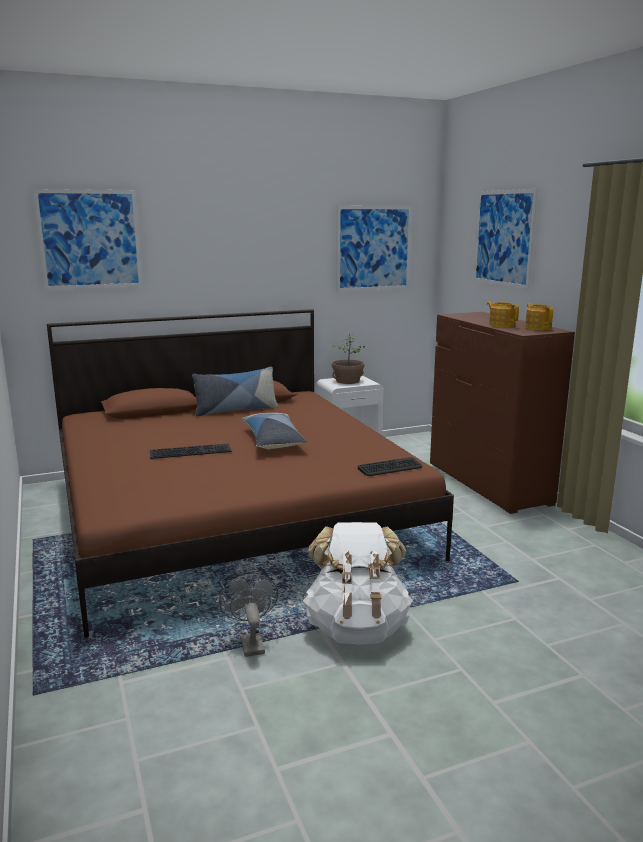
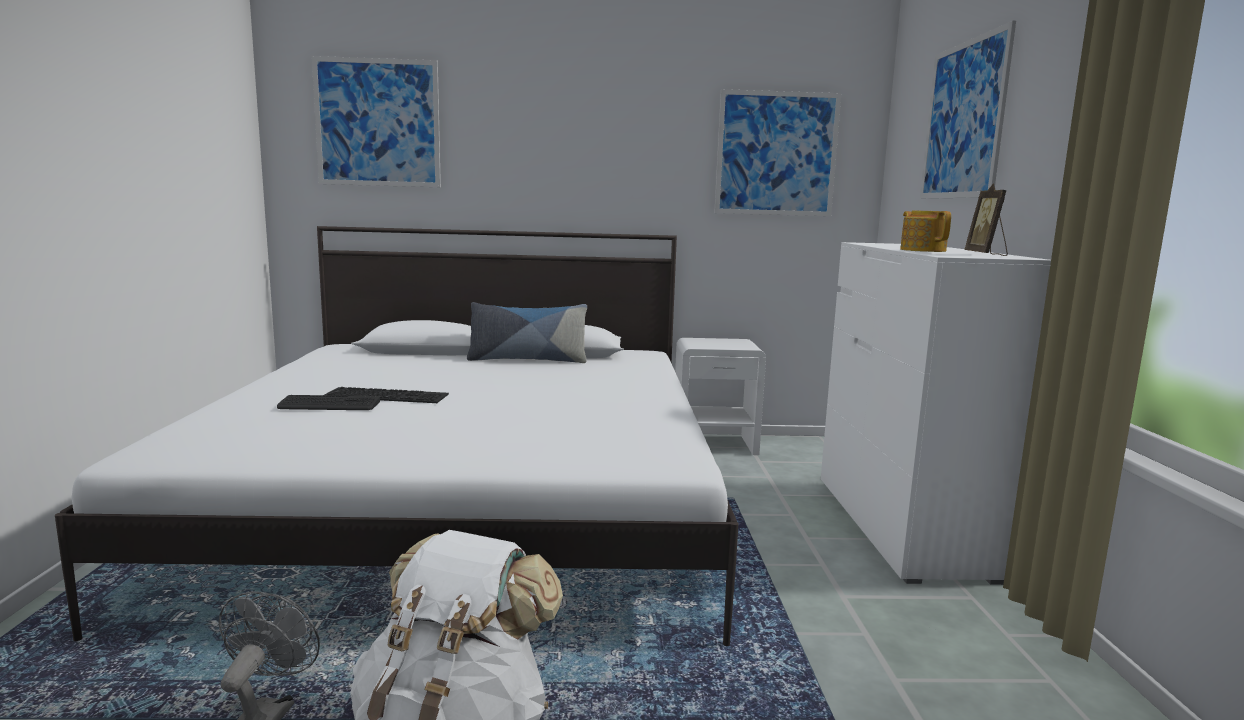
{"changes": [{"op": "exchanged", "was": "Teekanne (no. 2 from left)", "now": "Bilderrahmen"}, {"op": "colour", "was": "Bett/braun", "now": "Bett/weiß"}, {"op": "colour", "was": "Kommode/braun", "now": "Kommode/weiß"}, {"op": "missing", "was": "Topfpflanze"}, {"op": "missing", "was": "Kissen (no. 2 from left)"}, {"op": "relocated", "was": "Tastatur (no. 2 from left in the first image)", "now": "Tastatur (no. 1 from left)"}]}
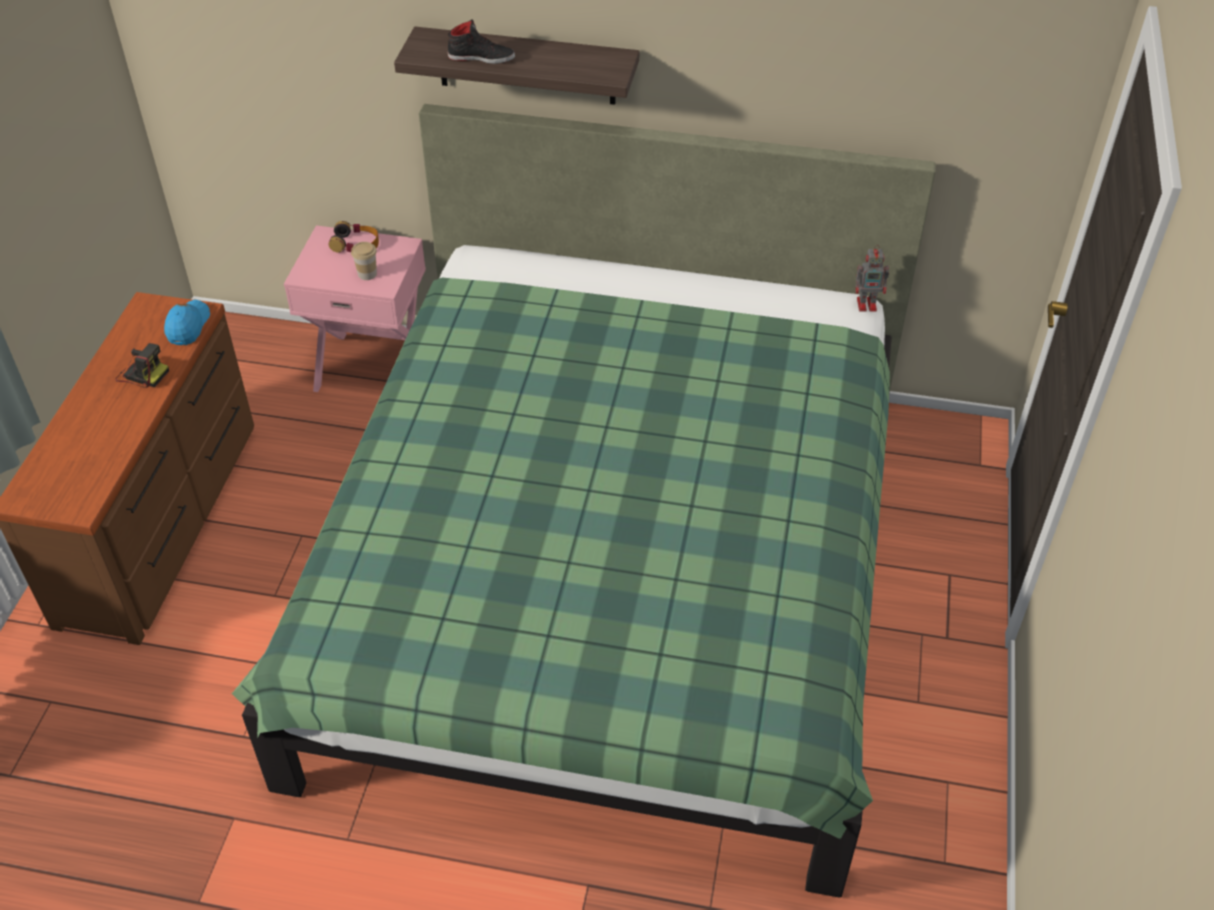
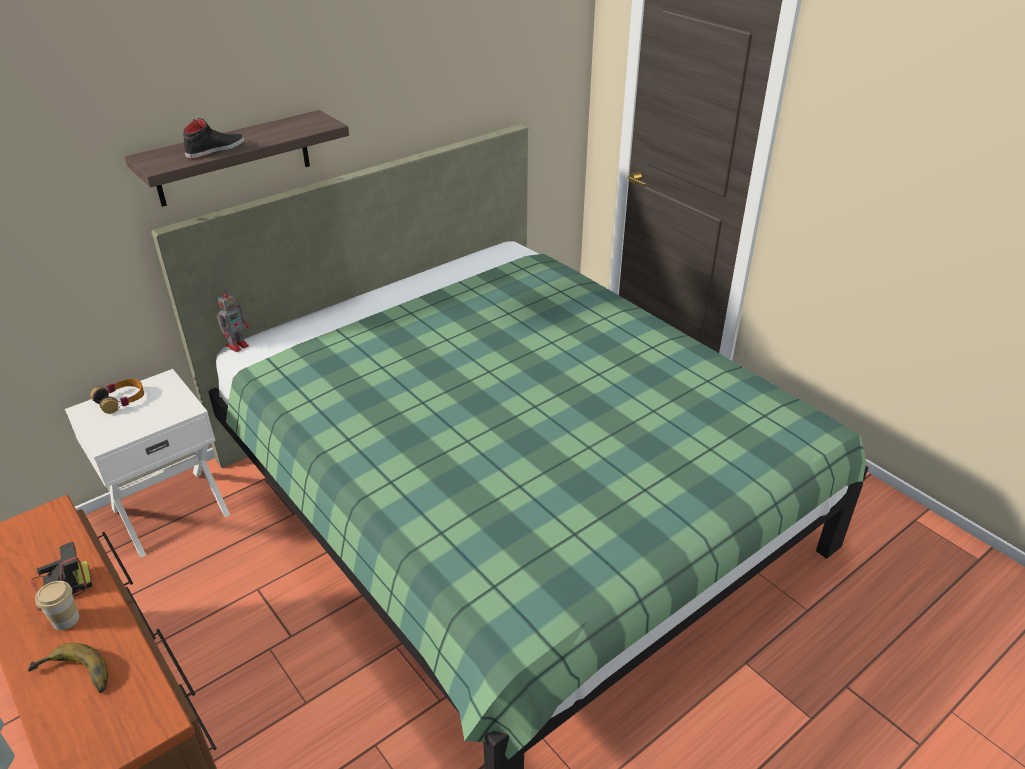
{"changes": [{"op": "colour", "was": "Nachttisch/rosa", "now": "Nachttisch/weiß"}, {"op": "relocated", "was": "Tasse"}, {"op": "relocated", "was": "Spielzeugroboter"}, {"op": "missing", "was": "Kappe/blau"}, {"op": "appeared", "now": "Banane"}]}
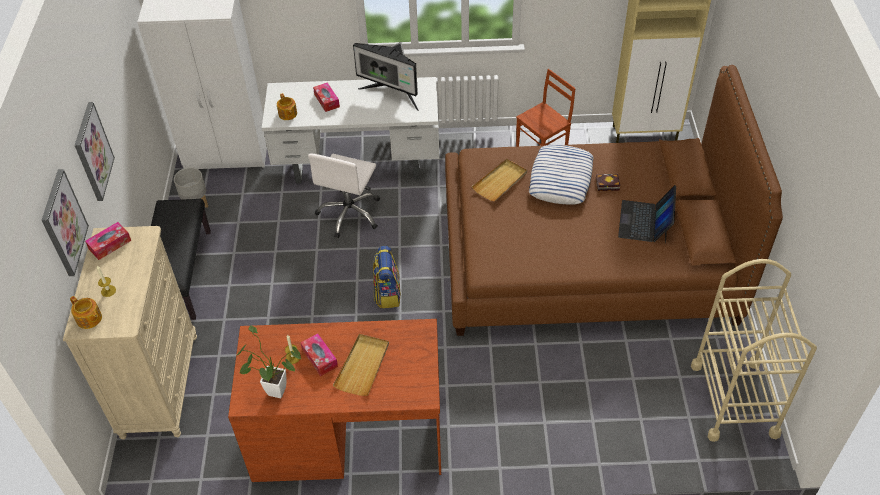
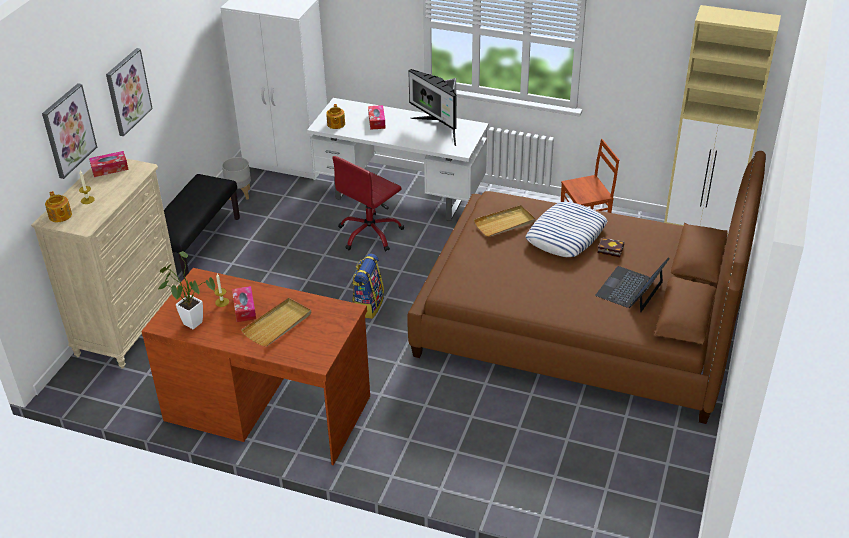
{"changes": [{"op": "colour", "was": "Bürostuhl/weiß", "now": "Bürostuhl/rot"}, {"op": "missing", "was": "Rollwagen/beige"}]}
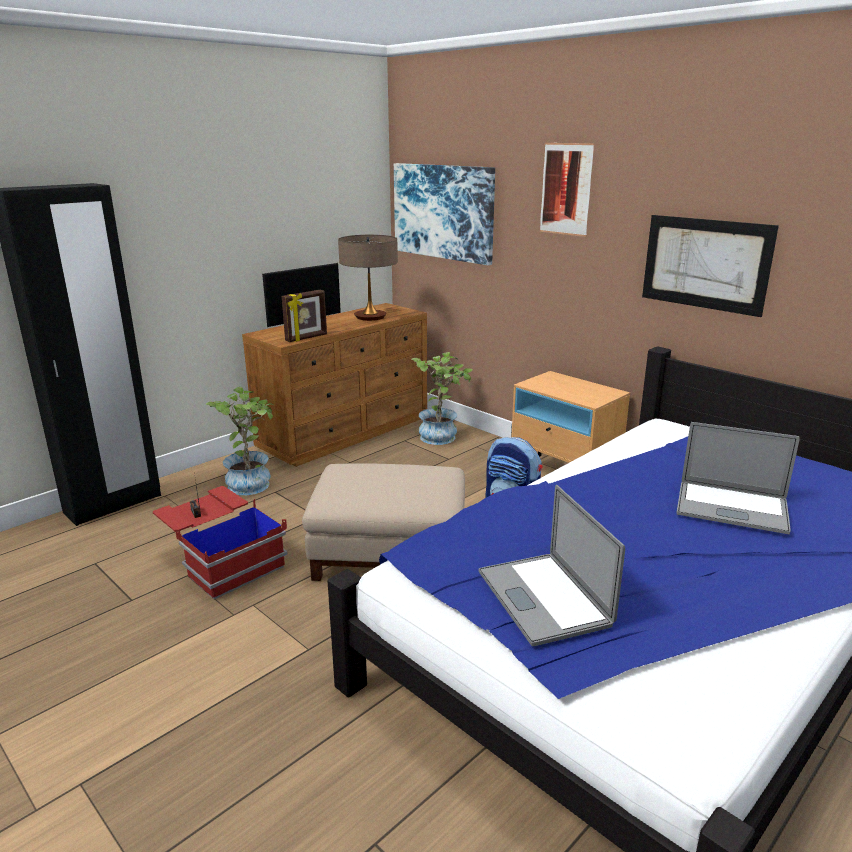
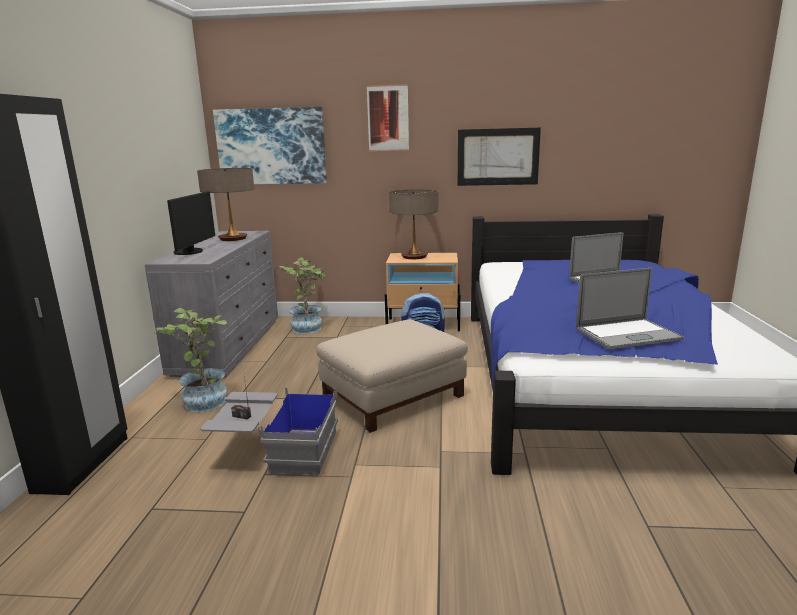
{"changes": [{"op": "missing", "was": "Bilderrahmen"}, {"op": "colour", "was": "Kommode/braun", "now": "Kommode/grau"}, {"op": "spun", "was": "Laptop (no. 1 from left in the first image)", "clockwise": -45}, {"op": "colour", "was": "Aufbewahrungsbox/rot", "now": "Aufbewahrungsbox/grau"}, {"op": "appeared", "now": "Tischlampe (no. 2 from left)"}]}
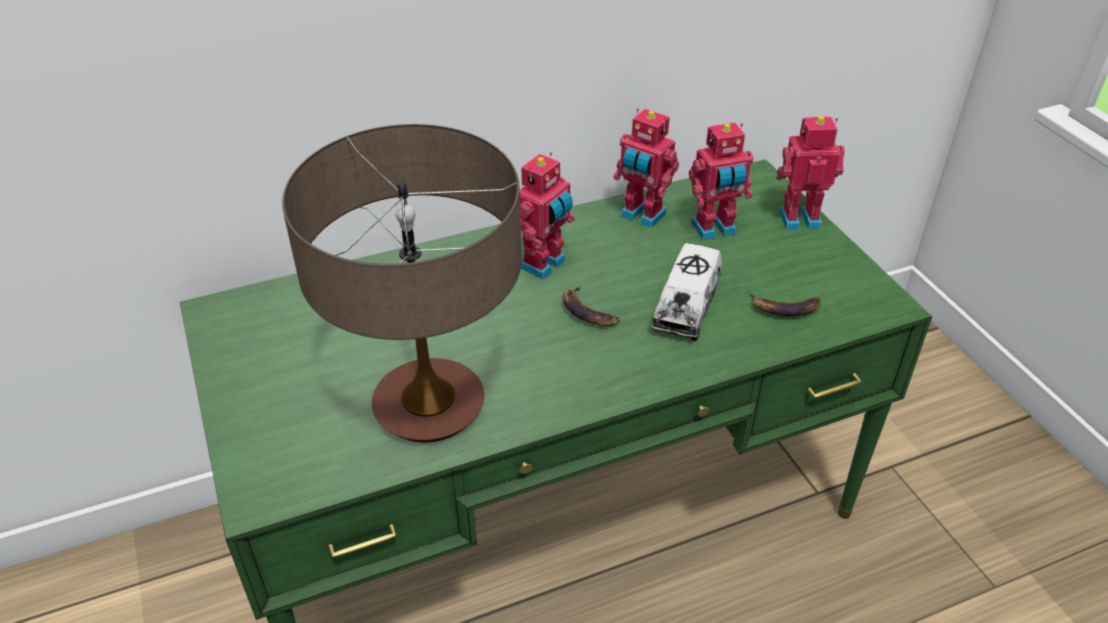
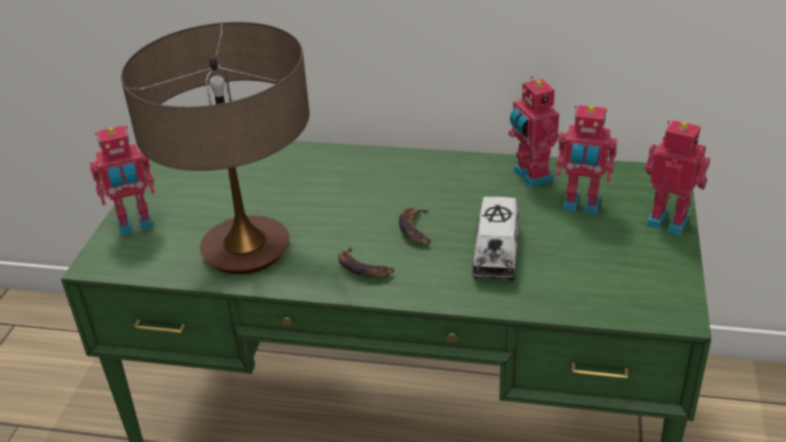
{"changes": [{"op": "relocated", "was": "Spielzeugroboter (no. 1 from left)"}, {"op": "spun", "was": "Spielzeuglaster", "clockwise": -45}, {"op": "relocated", "was": "Banane (no. 2 from left in the first image)", "now": "Banane (no. 1 from left)"}]}
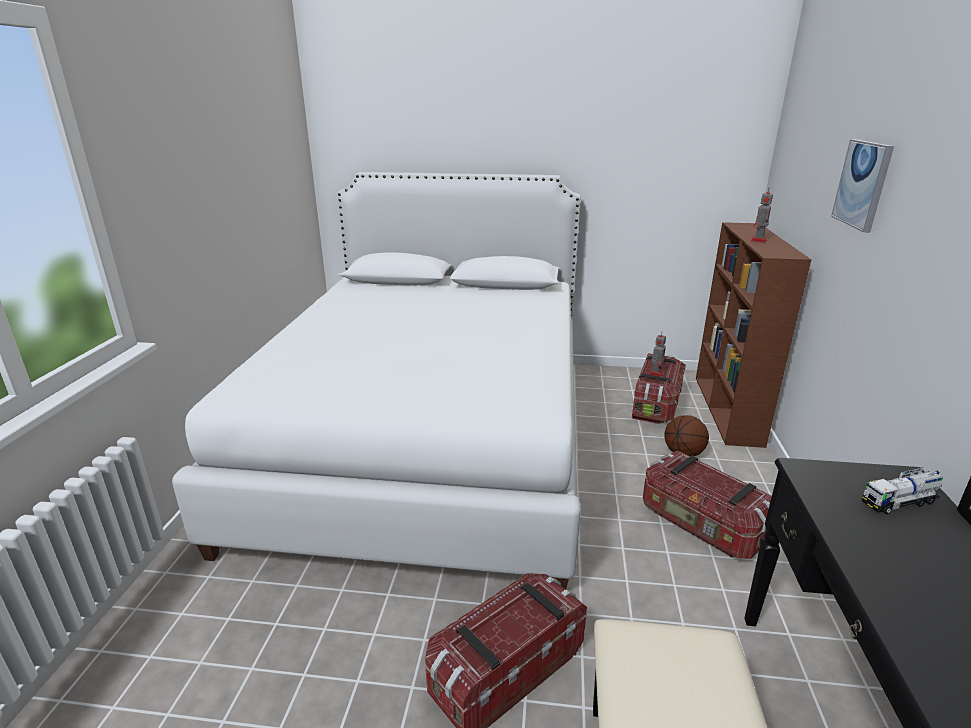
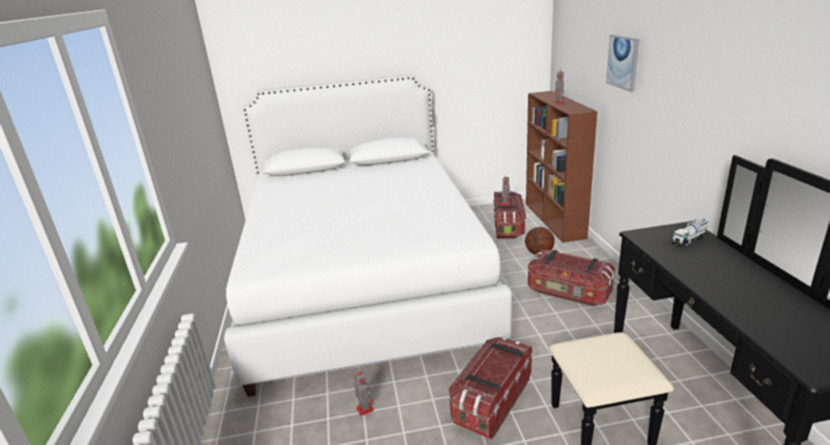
{"changes": [{"op": "appeared", "now": "Spielzeugroboter (no. 1 from left)"}]}
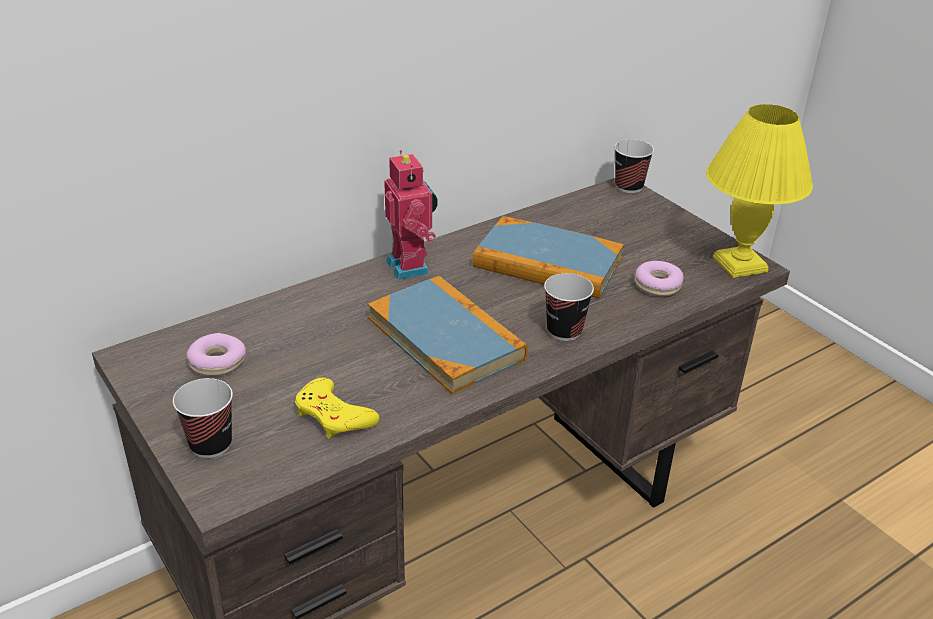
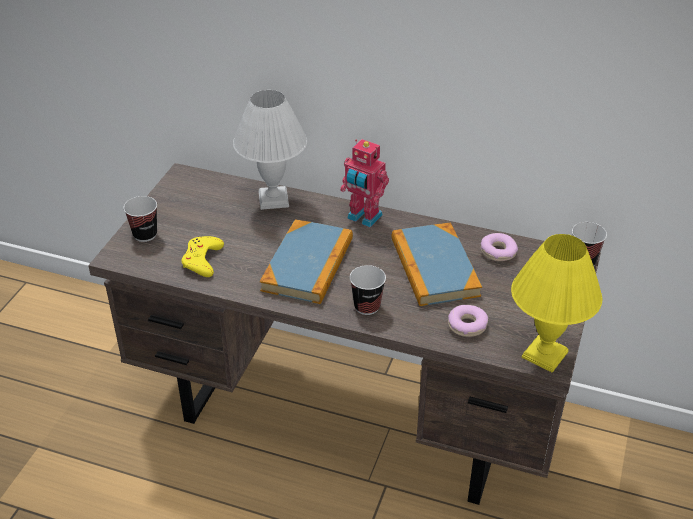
{"changes": [{"op": "spun", "was": "Spielzeugroboter", "clockwise": 90}, {"op": "relocated", "was": "Donut (no. 1 from left in the first image)", "now": "Donut (no. 2 from left)"}, {"op": "appeared", "now": "Tischlampe/weiß"}]}
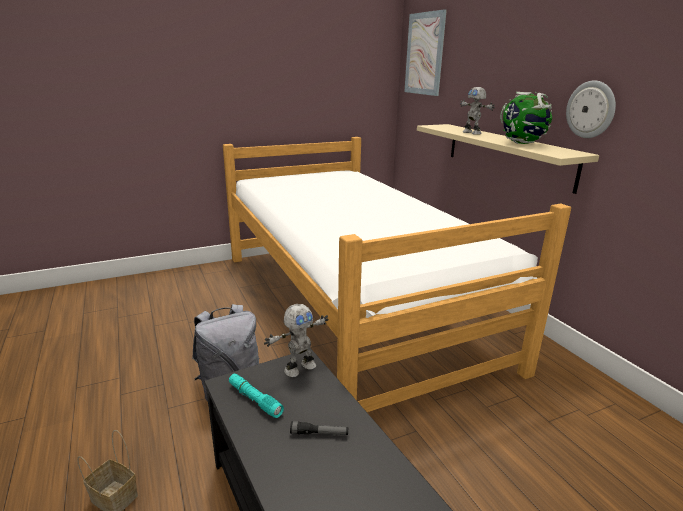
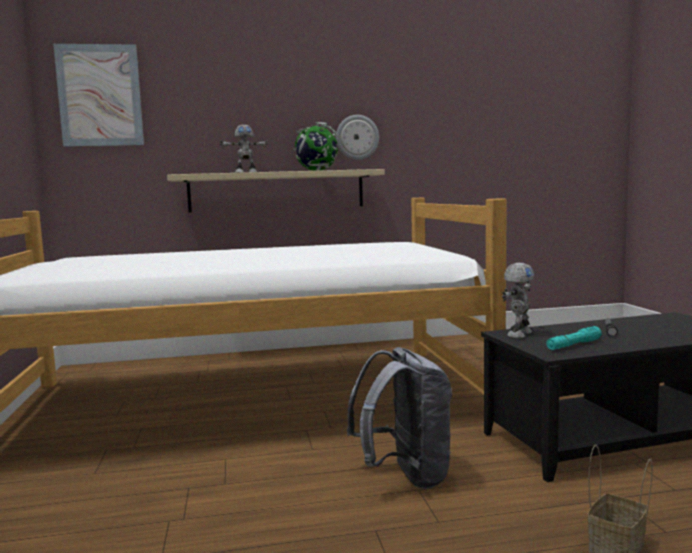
{"changes": [{"op": "spun", "was": "Spielzeugroboter (no. 1 from left in the first image)", "clockwise": 60}]}
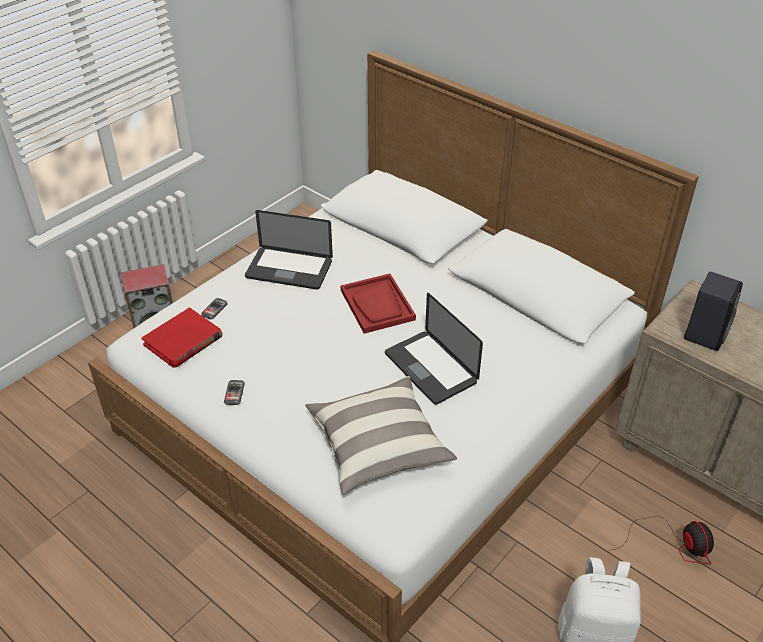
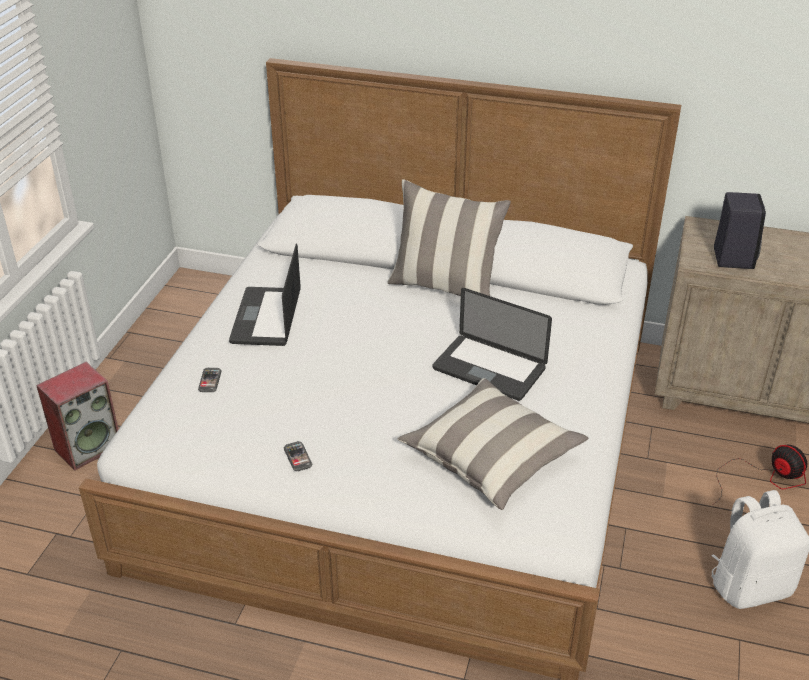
{"changes": [{"op": "spun", "was": "Laptop (no. 1 from left)", "clockwise": 105}, {"op": "missing", "was": "Tablett/rot"}, {"op": "missing", "was": "Buch/rot"}, {"op": "appeared", "now": "Kissen (no. 1 from left)"}]}
